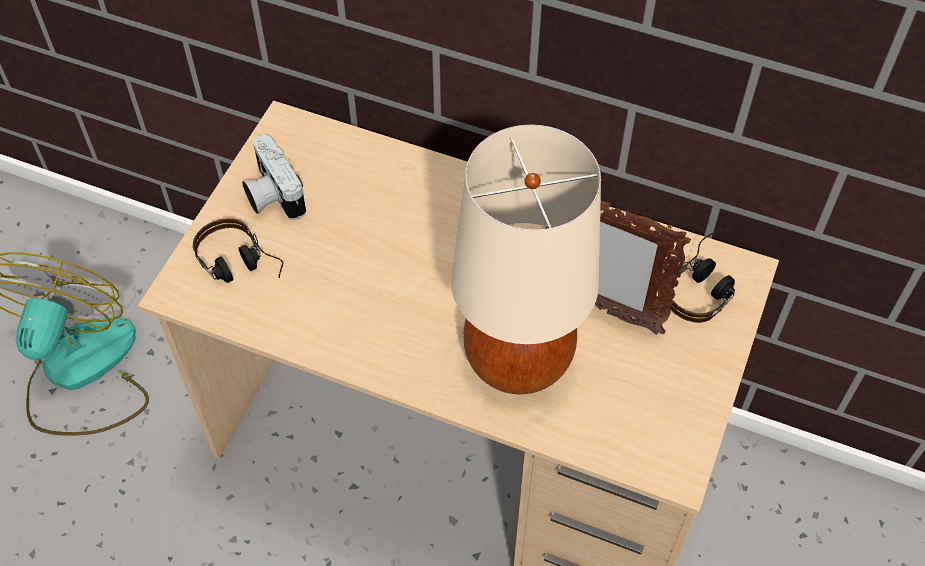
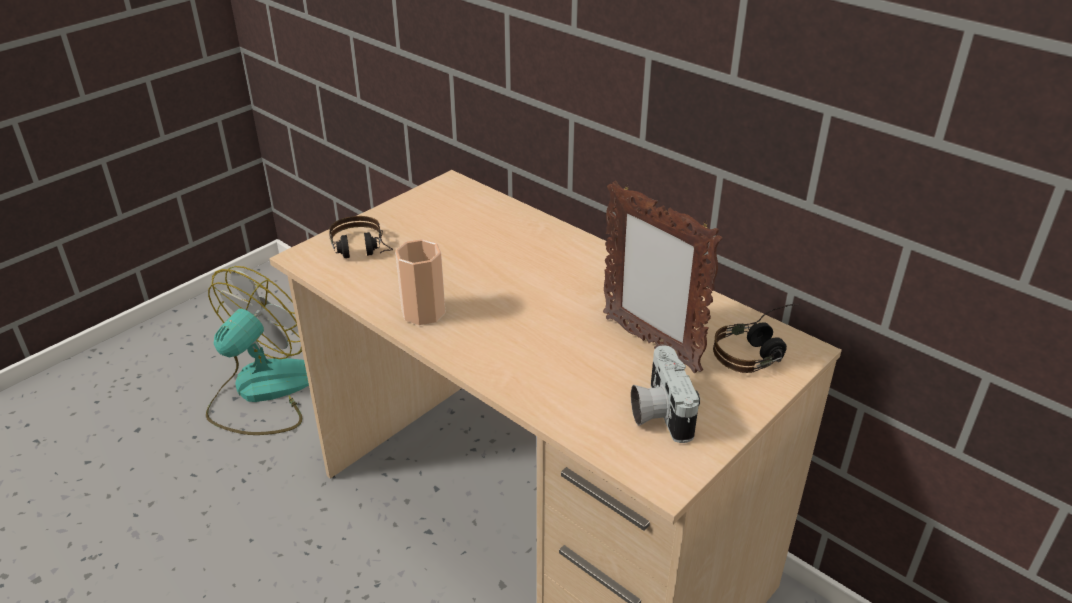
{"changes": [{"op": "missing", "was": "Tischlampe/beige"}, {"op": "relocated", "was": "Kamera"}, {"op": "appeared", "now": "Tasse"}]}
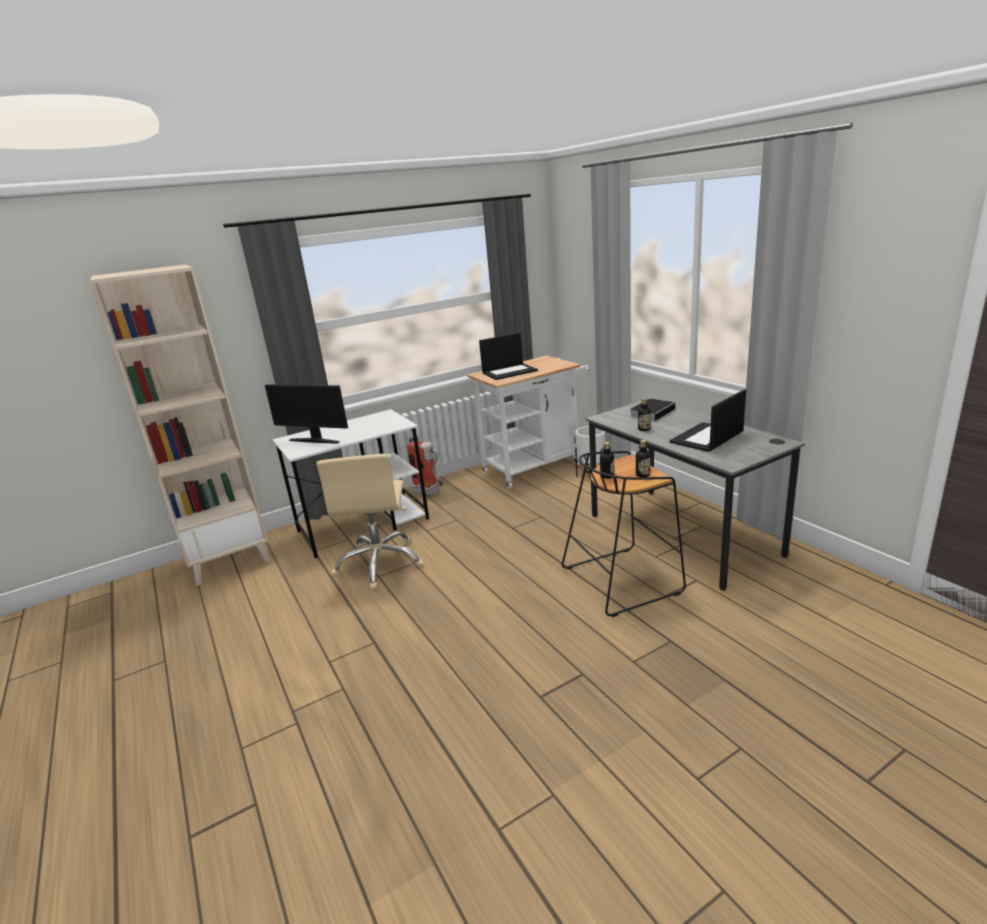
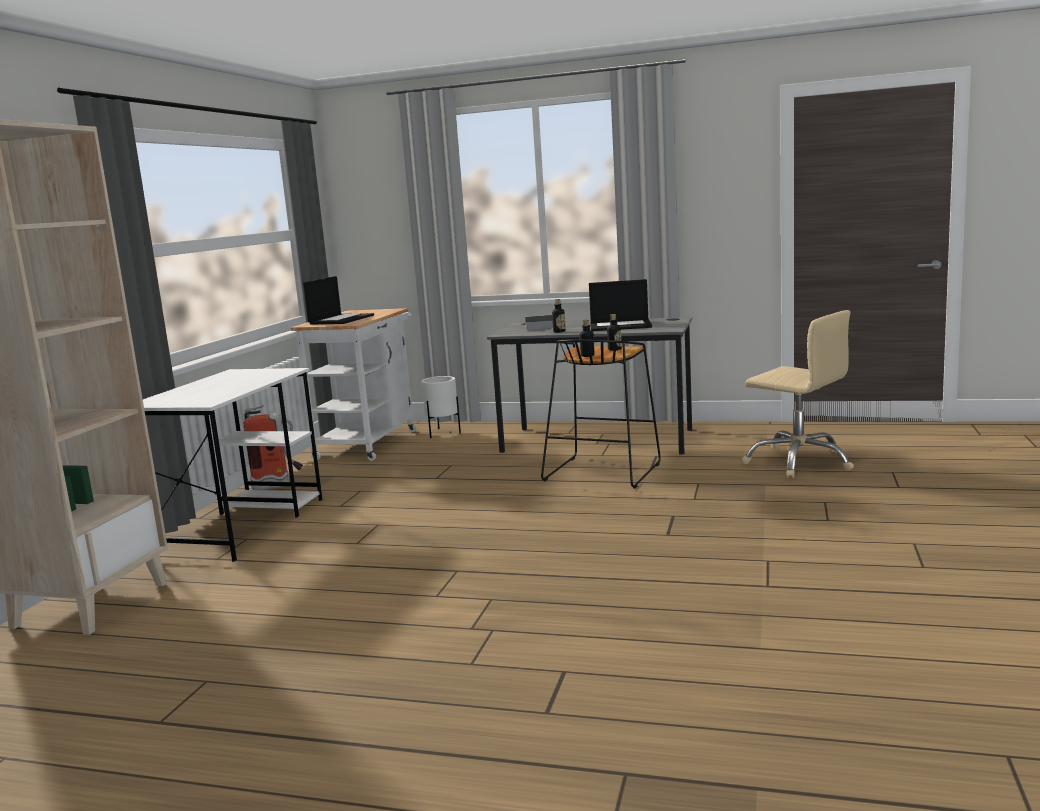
{"changes": [{"op": "missing", "was": "Monitor"}, {"op": "spun", "was": "Laptop (no. 2 from left)", "clockwise": -90}, {"op": "relocated", "was": "Bürostuhl/beige"}]}
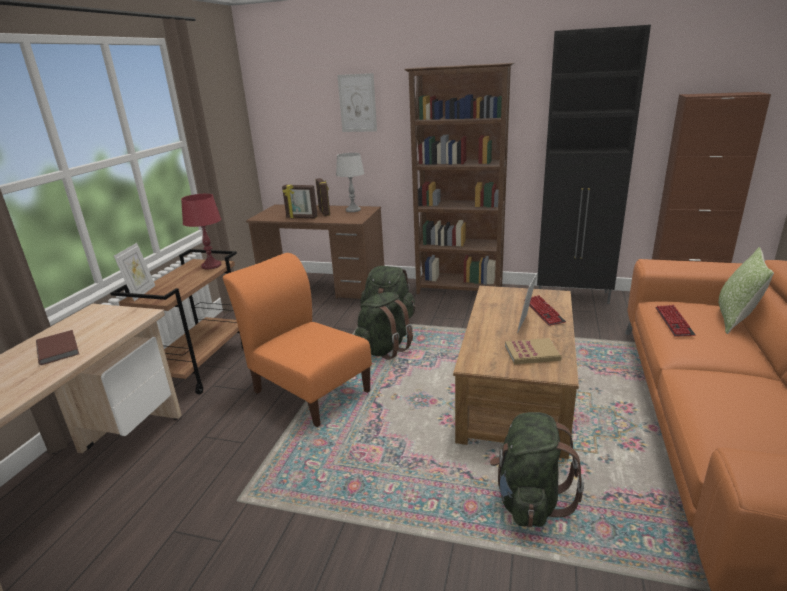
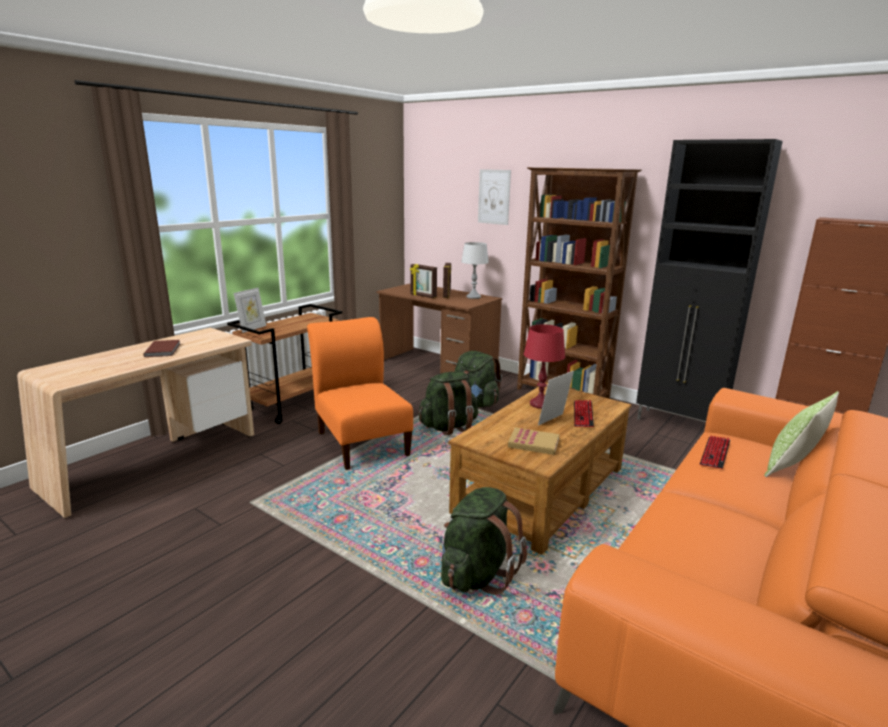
{"changes": [{"op": "relocated", "was": "Tischlampe/rot"}]}
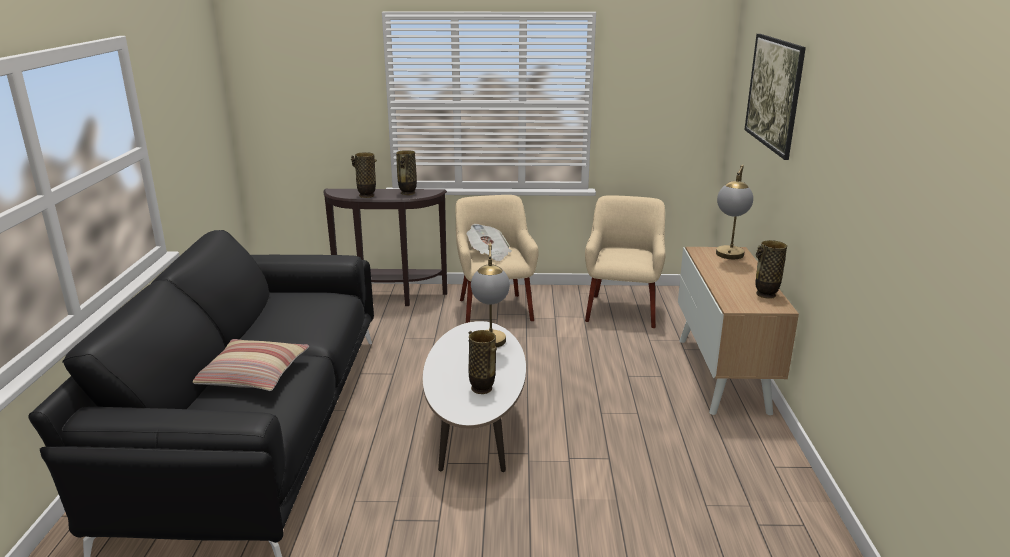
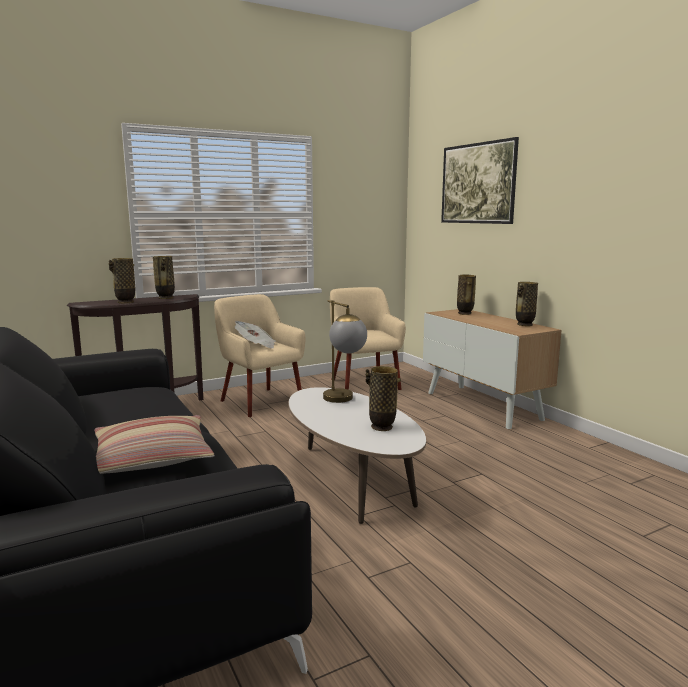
{"changes": [{"op": "exchanged", "was": "Tischlampe (no. 2 from left)", "now": "Vase (no. 4 from left)"}]}
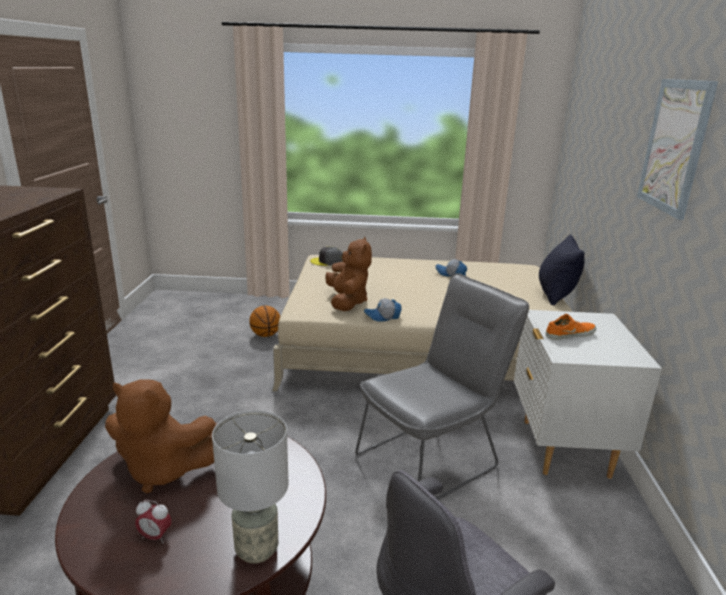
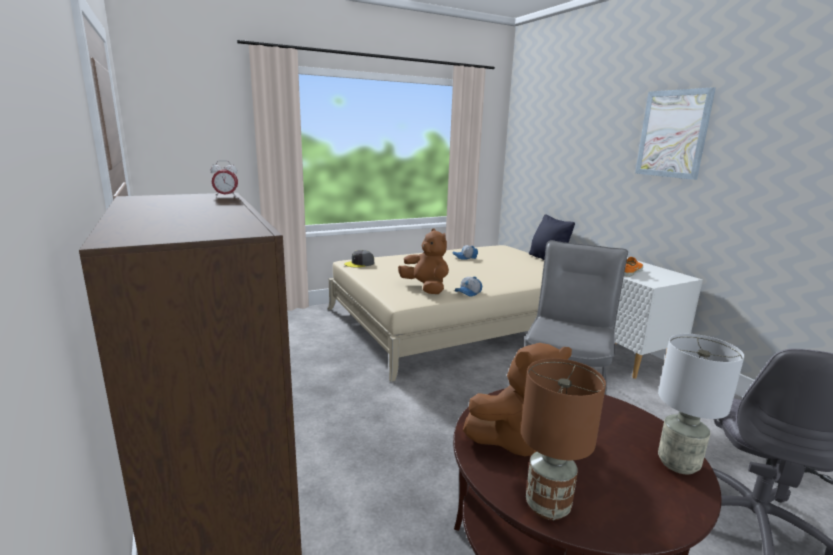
{"changes": [{"op": "missing", "was": "Basketball"}, {"op": "relocated", "was": "Wecker"}, {"op": "appeared", "now": "Tischlampe/braun"}]}
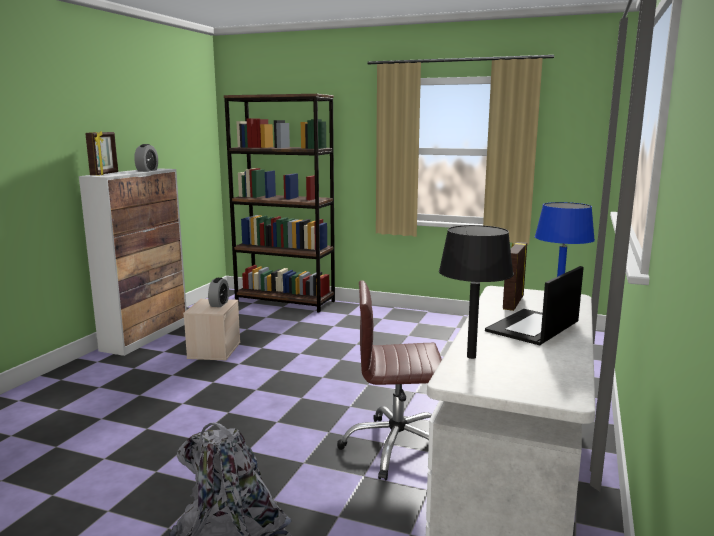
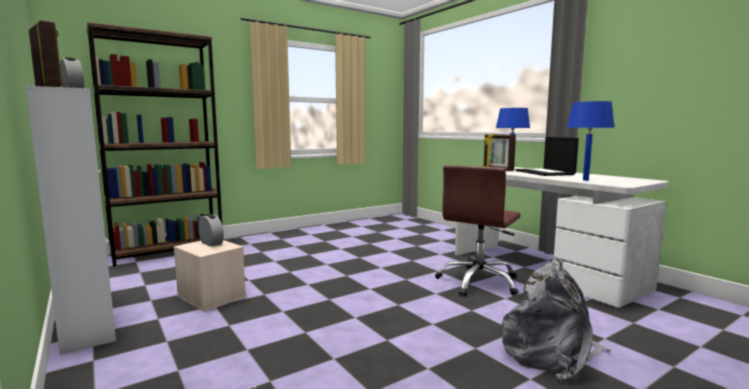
{"changes": [{"op": "colour", "was": "Tischlampe/schwarz", "now": "Tischlampe/blau (no. 2 from left)"}]}
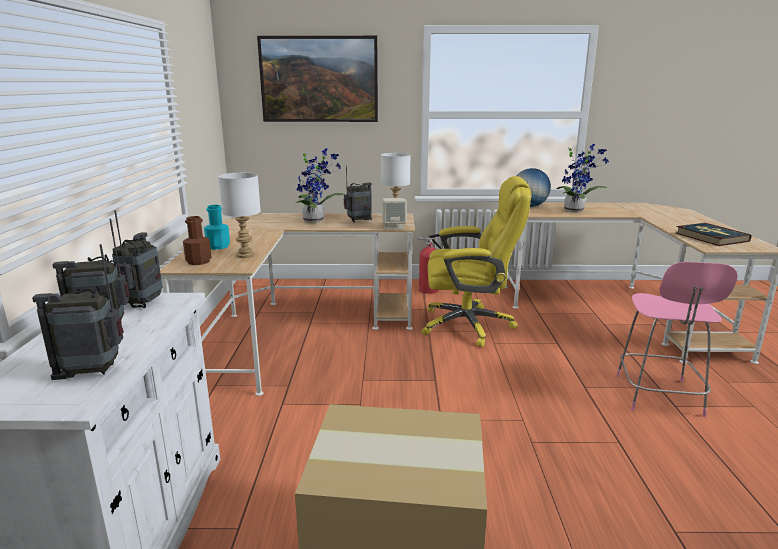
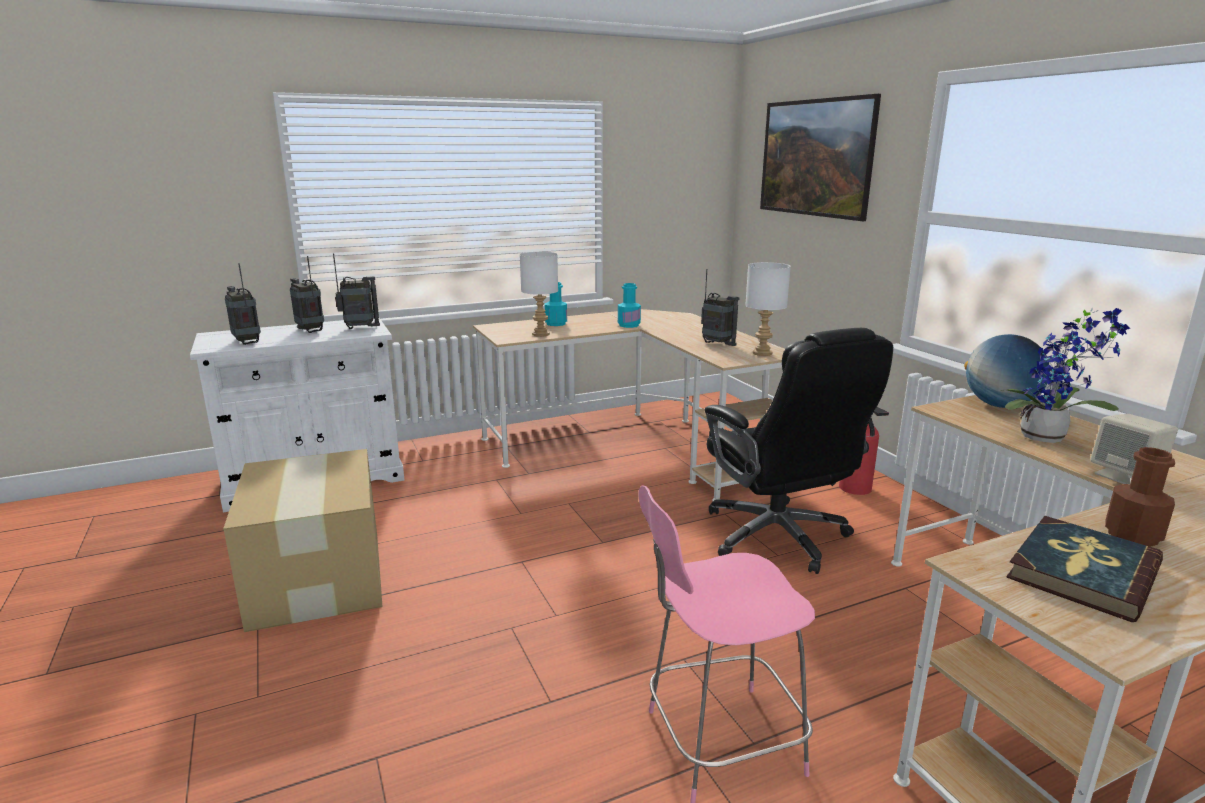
{"changes": [{"op": "missing", "was": "Topfpflanze (no. 1 from left)"}, {"op": "colour", "was": "Bürostuhl/gelb", "now": "Bürostuhl/schwarz"}, {"op": "relocated", "was": "Lautsprecher/beige"}, {"op": "relocated", "was": "Flasche/braun"}, {"op": "appeared", "now": "Flasche/türkis (no. 2 from left)"}]}
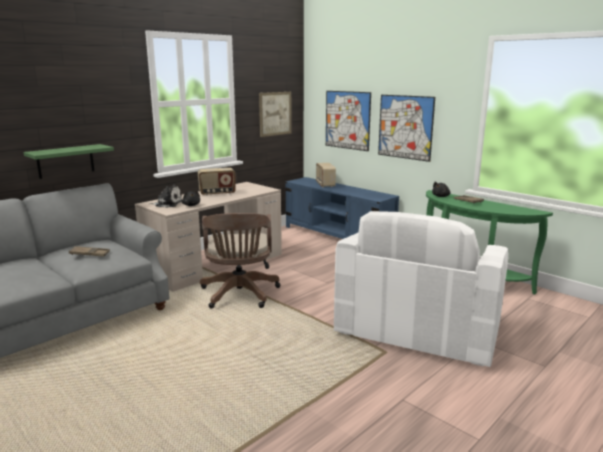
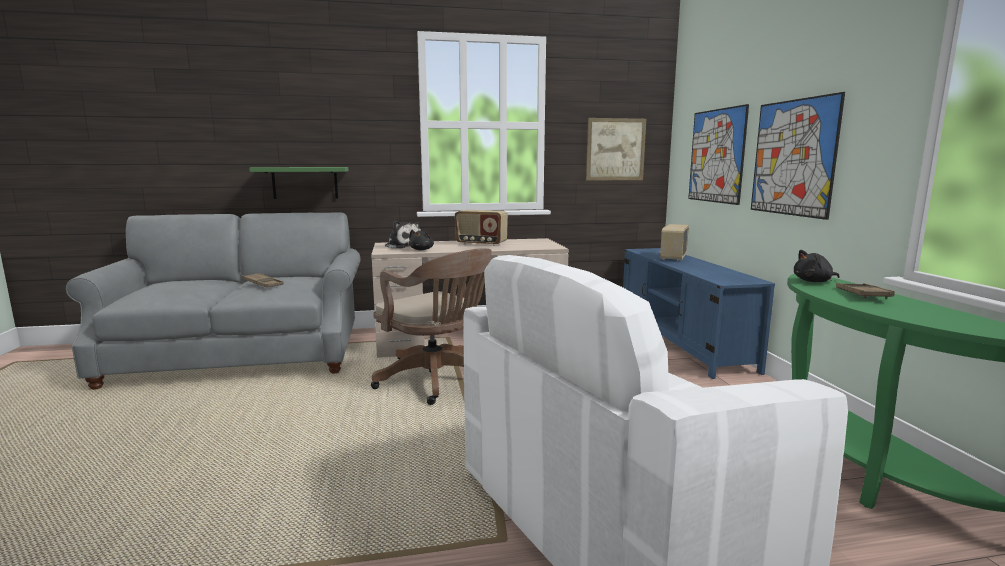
{"changes": [{"op": "spun", "was": "Bürostuhl/braun", "clockwise": -75}]}
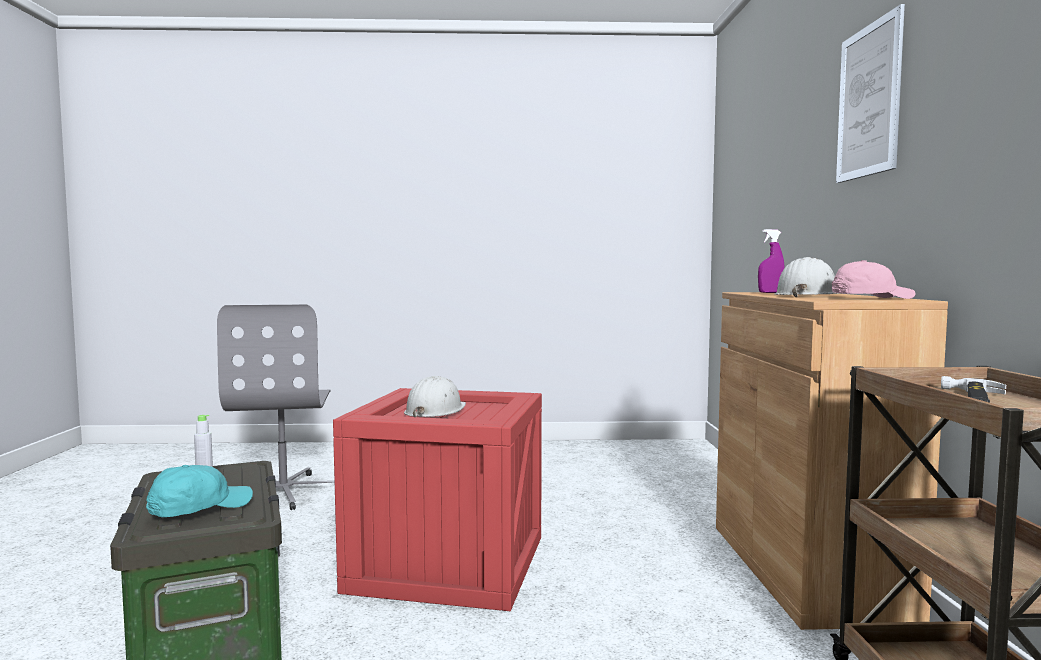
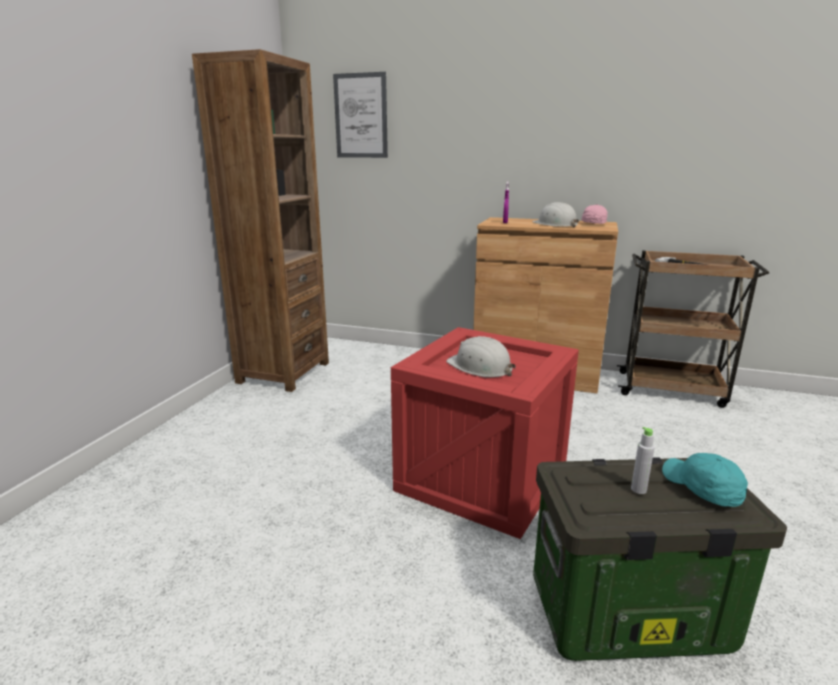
{"changes": [{"op": "relocated", "was": "Bild"}, {"op": "missing", "was": "Bürostuhl/grau"}, {"op": "appeared", "now": "Bücherregal/braun"}]}
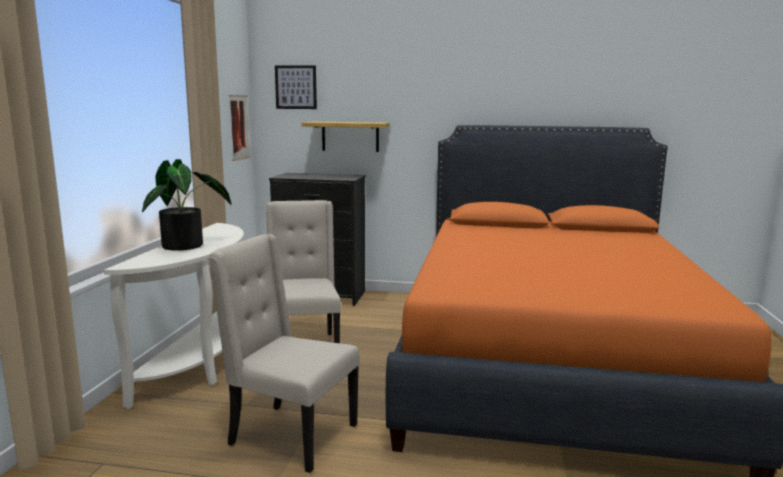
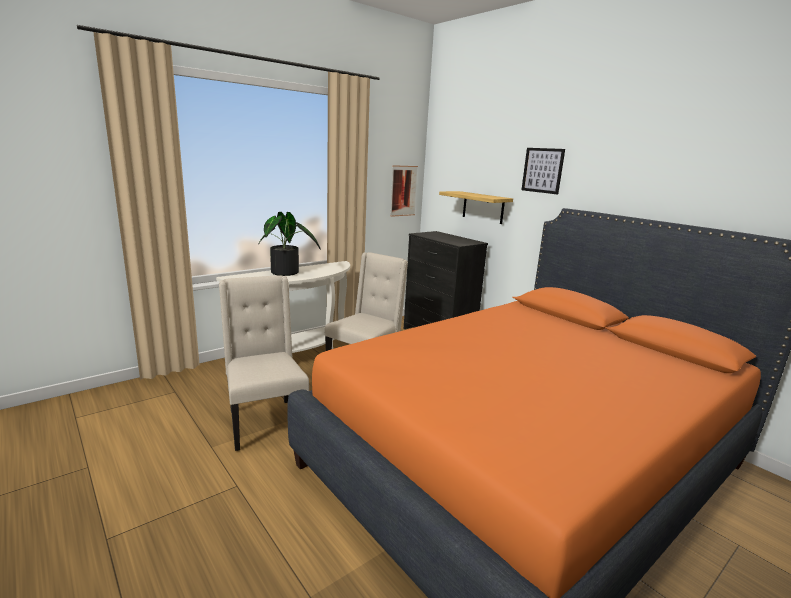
{"changes": [{"op": "relocated", "was": "Bild (no. 2 from left)"}]}
